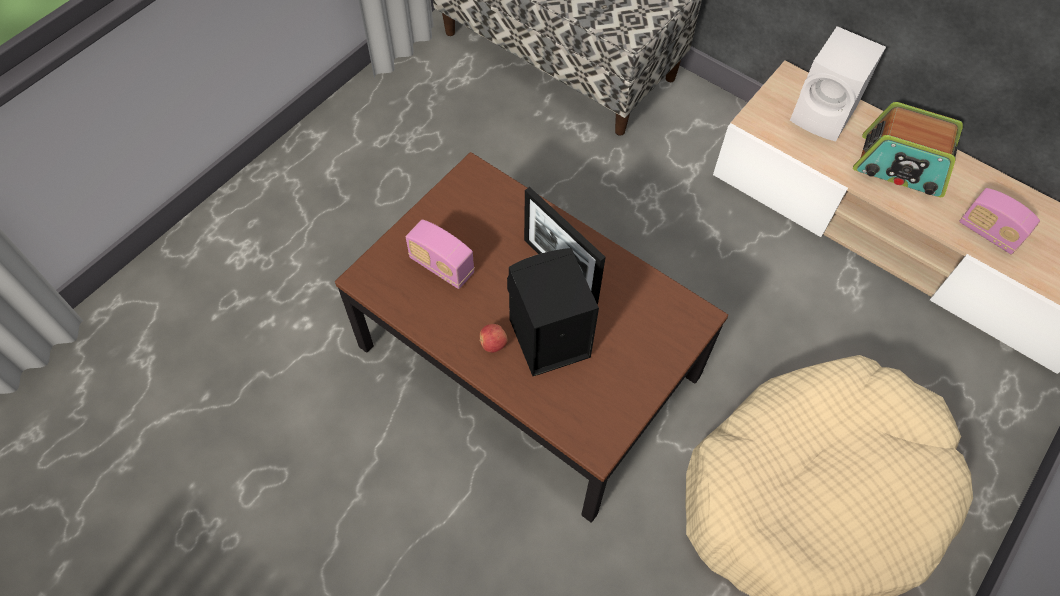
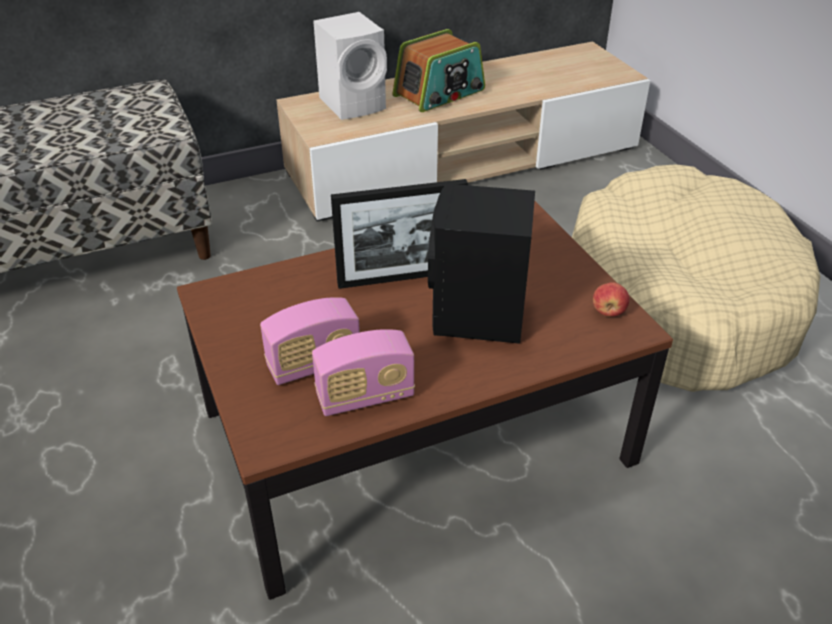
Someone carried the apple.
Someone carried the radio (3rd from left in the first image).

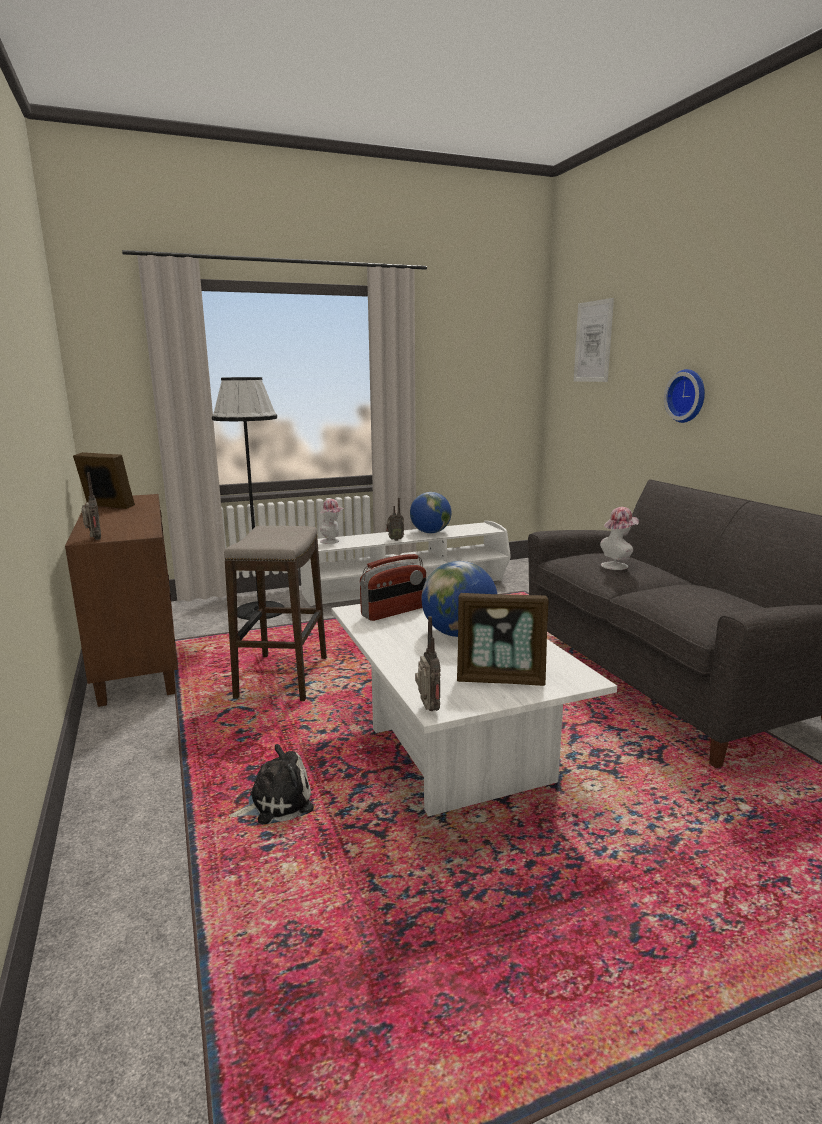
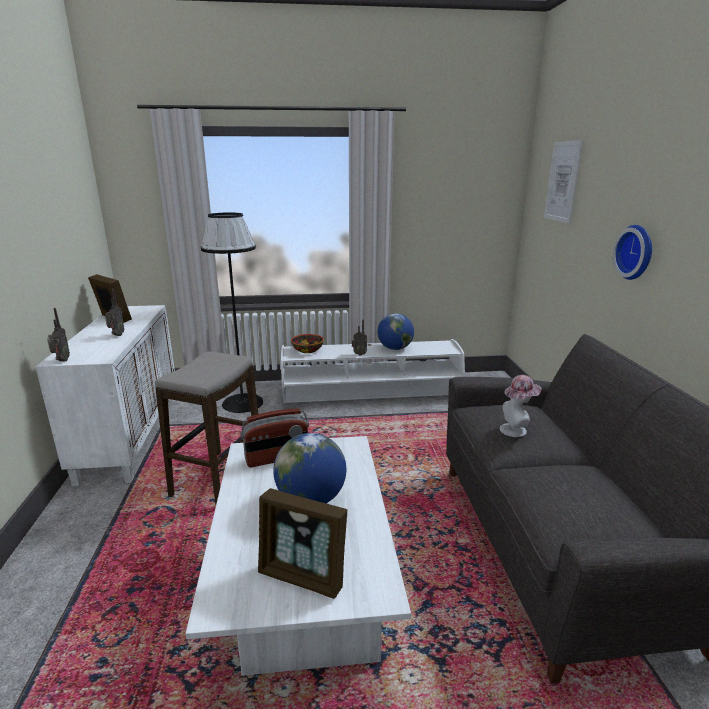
Someone repainted the brown cabinet, which became the white cabinet.
Someone took away the plush toy.
Someone swapped the hat (1st from left) for the bowl.
Someone carried the radio (4th from left in the first image).

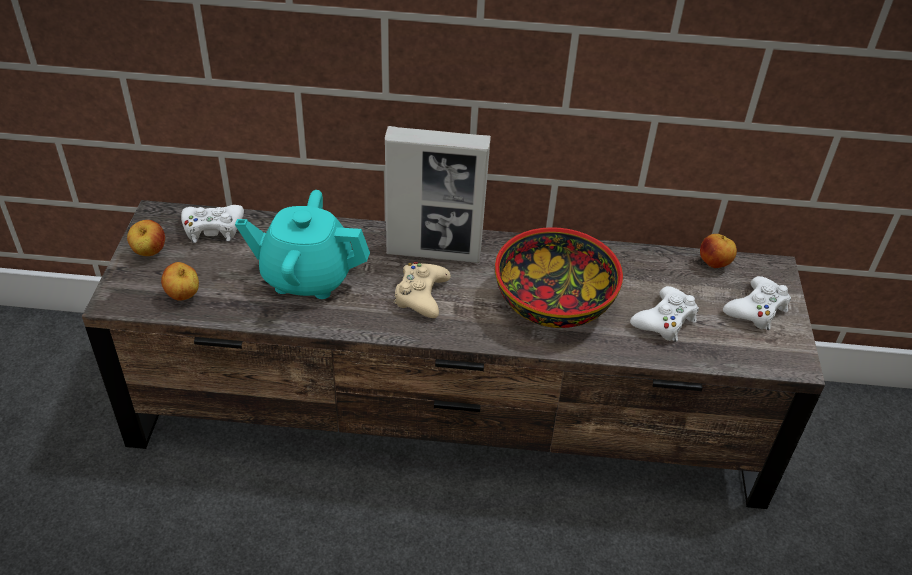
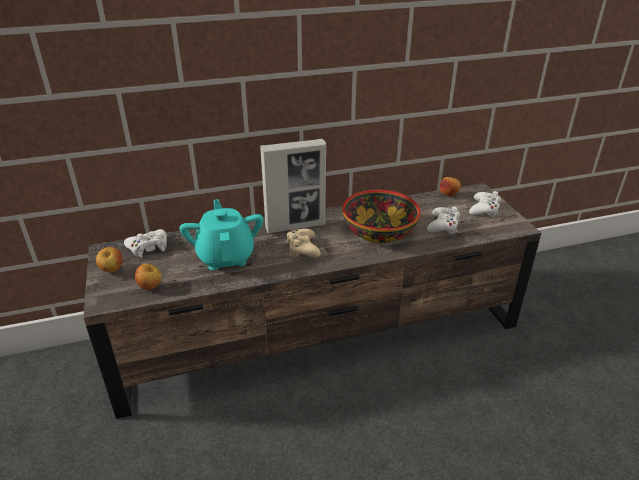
Someone rotated the turquoise teapot by 90 degrees clockwise.

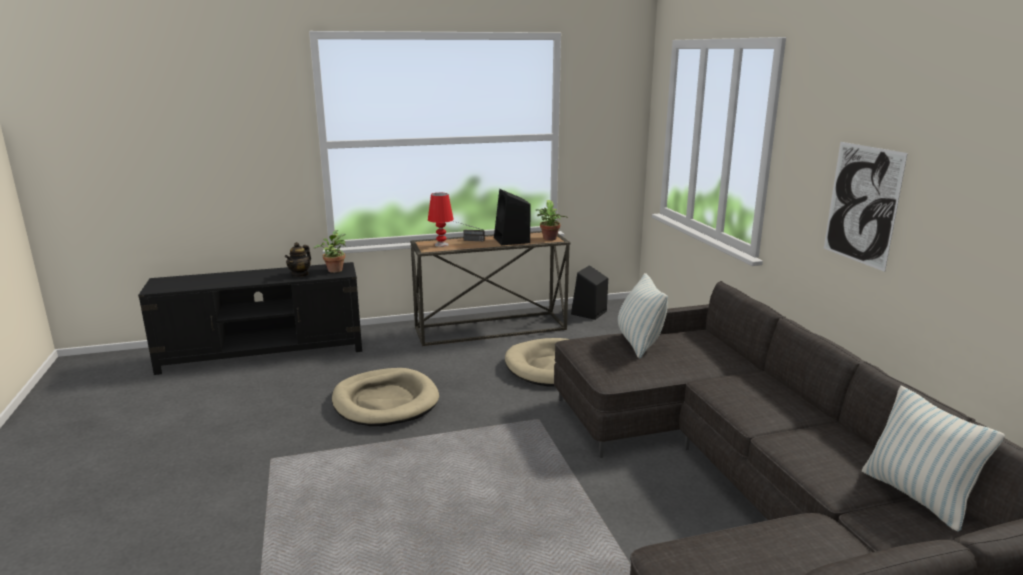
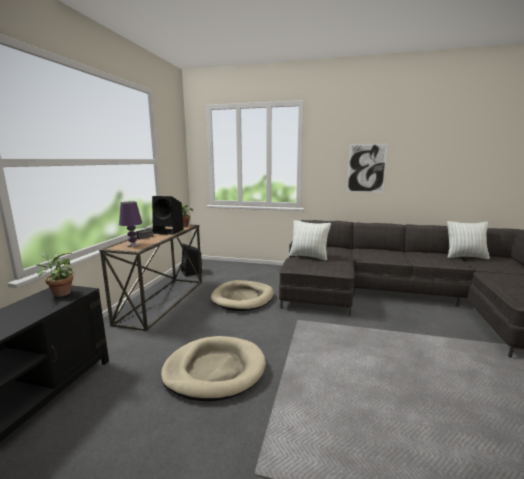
Someone took away the teapot.
Someone repainted the red table lamp, which became the purple table lamp.

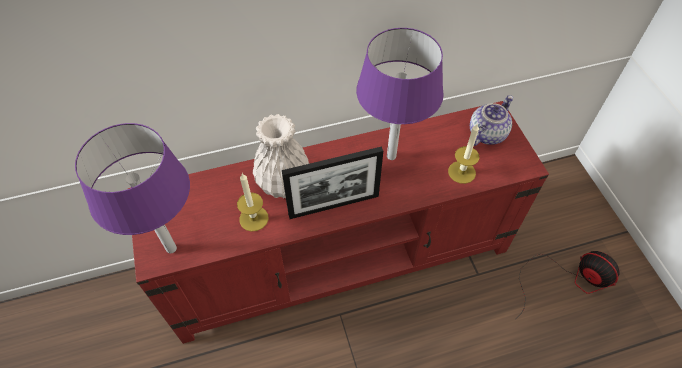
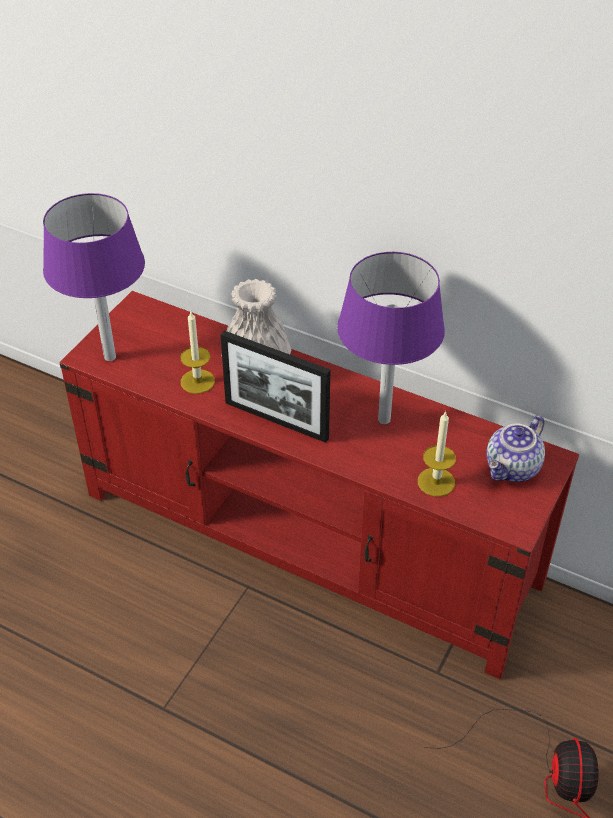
Someone rotated the teapot by 135 degrees clockwise.

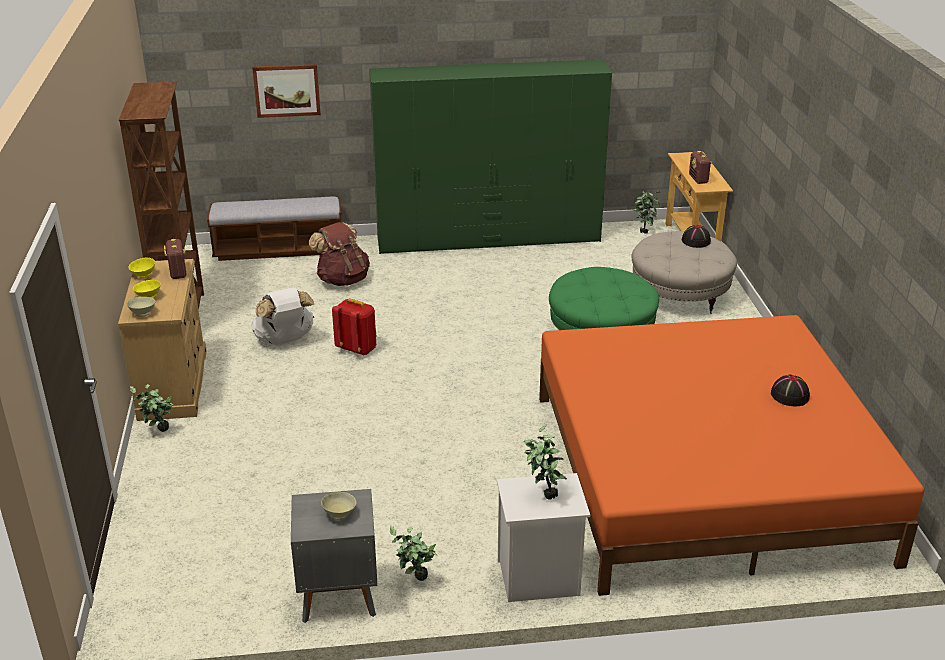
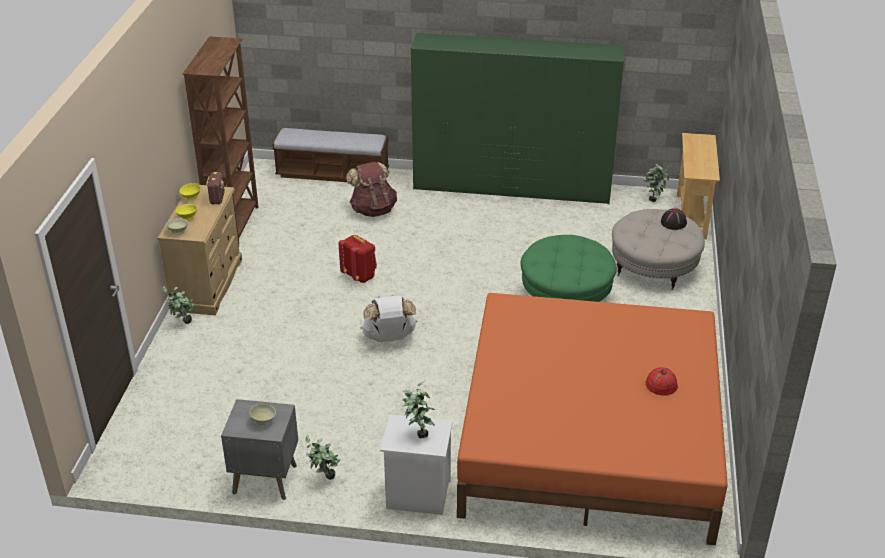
Someone carried the white backpack.
Someone took away the picture.
Someone took away the radio (2nd from left).
Someone repainted the black hat (2nd from left), which became the red hat.

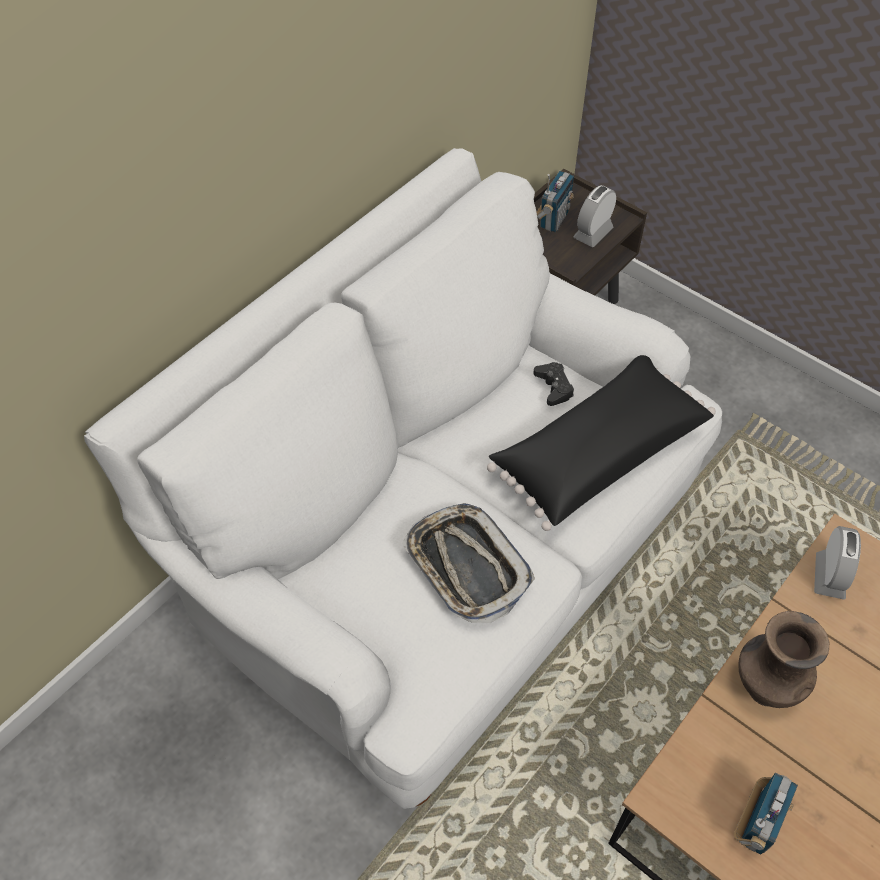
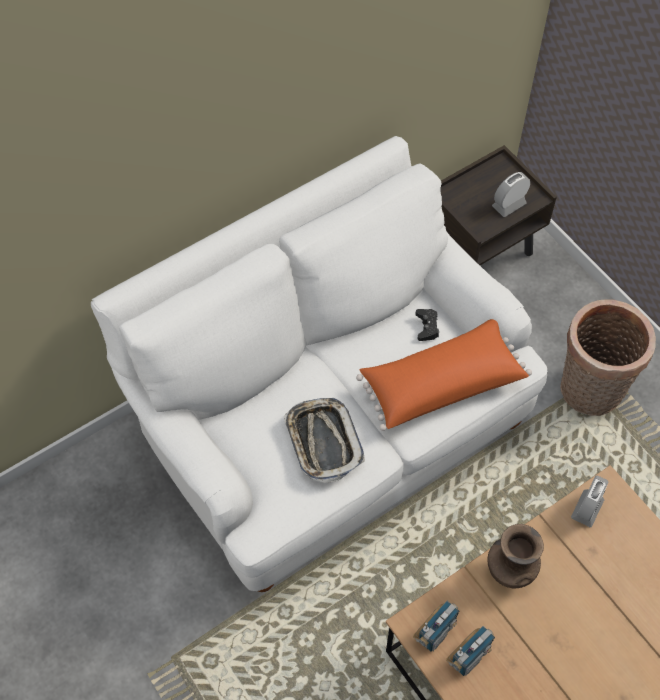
Someone repainted the black pillow, which became the orange pillow.
Someone carried the radio (1st from left).
Someone put down the basket.

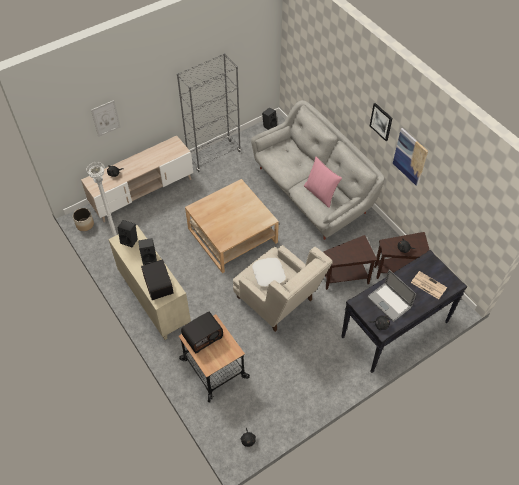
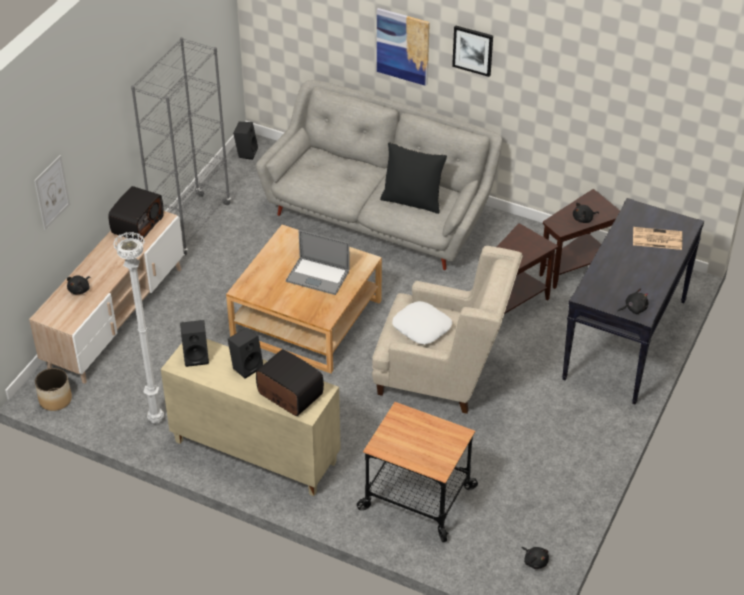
Someone carried the radio (2nd from left in the first image).
Someone repainted the pink pillow, which became the black pillow.
Someone carried the laptop.
Someone carried the picture (3rd from left in the first image).

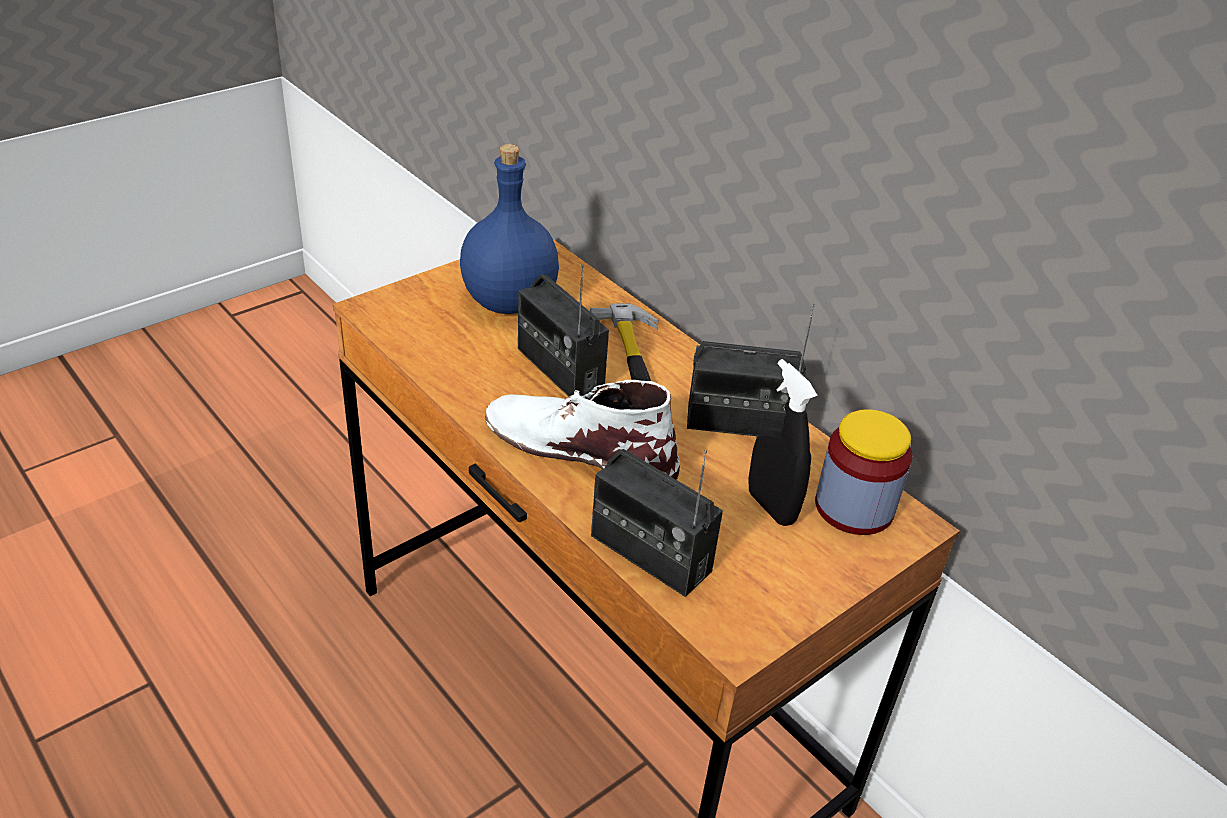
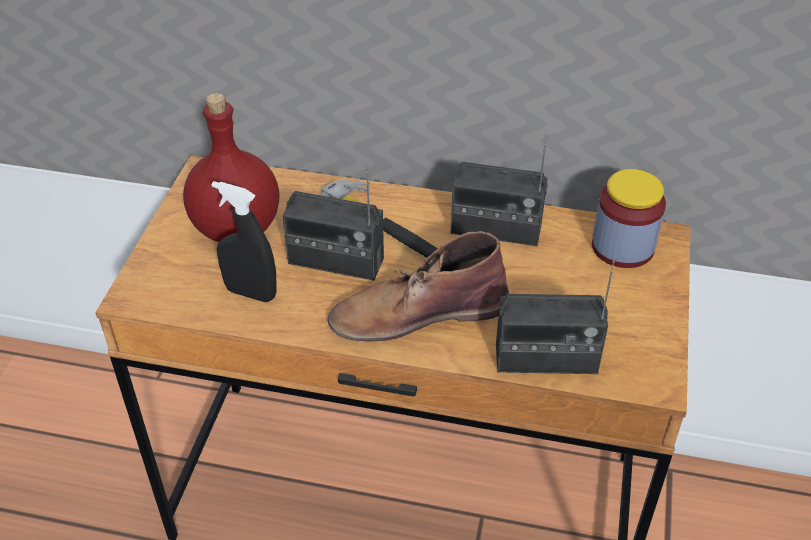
Someone repainted the blue bottle, which became the red bottle.
Someone repainted the white boot, which became the brown boot.
Someone rotated the radio (3rd from left in the first image) by 45 degrees clockwise.
Someone carried the black spray bottle.

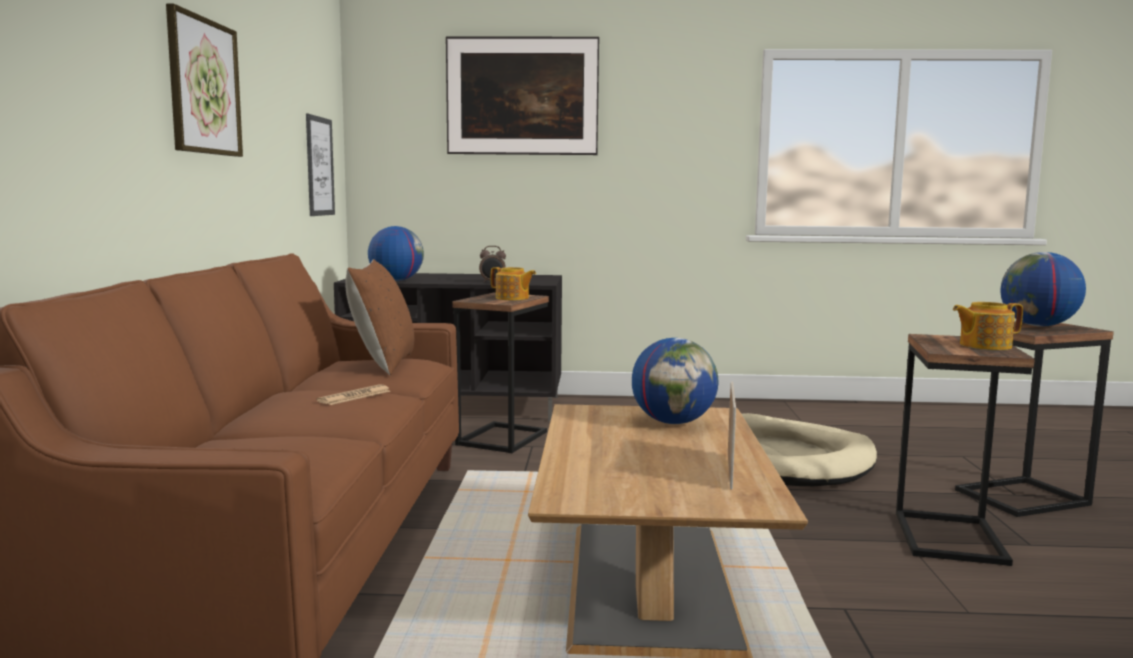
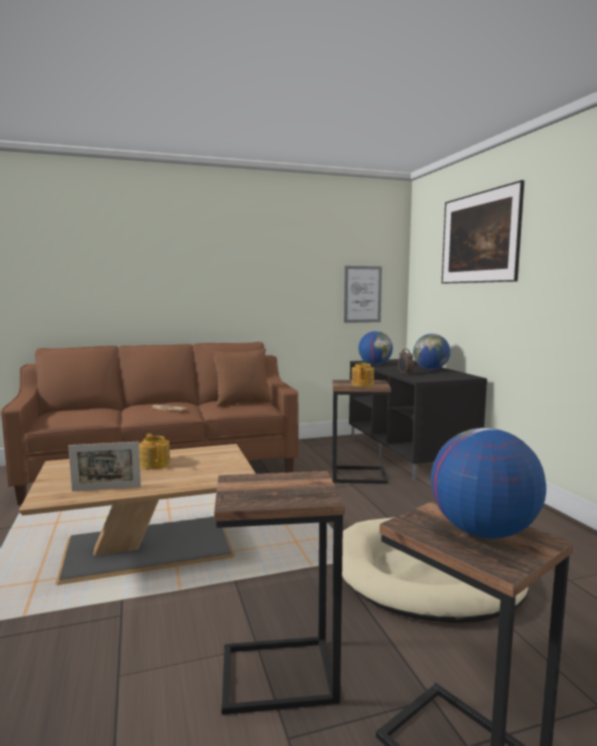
Someone took away the picture (1st from left).
Someone carried the globe (2nd from left).
Someone carried the teapot (2nd from left in the first image).

